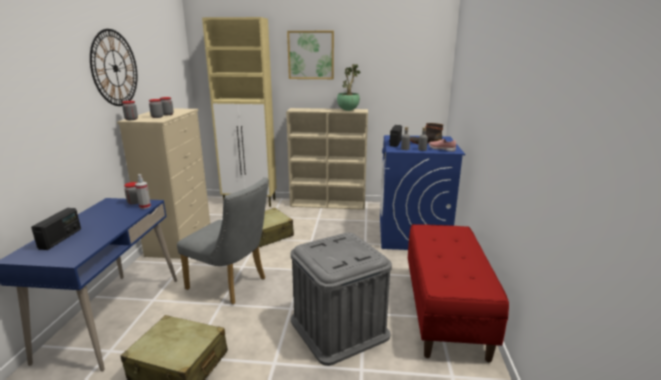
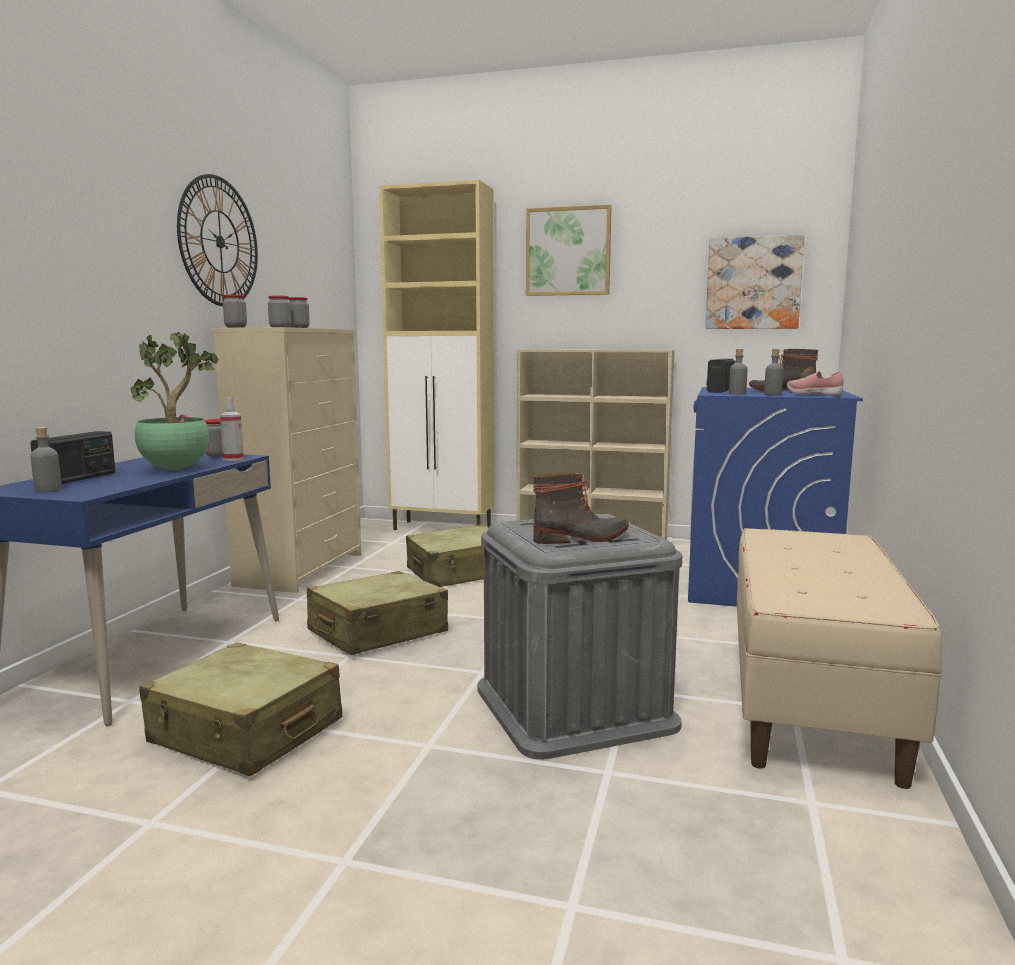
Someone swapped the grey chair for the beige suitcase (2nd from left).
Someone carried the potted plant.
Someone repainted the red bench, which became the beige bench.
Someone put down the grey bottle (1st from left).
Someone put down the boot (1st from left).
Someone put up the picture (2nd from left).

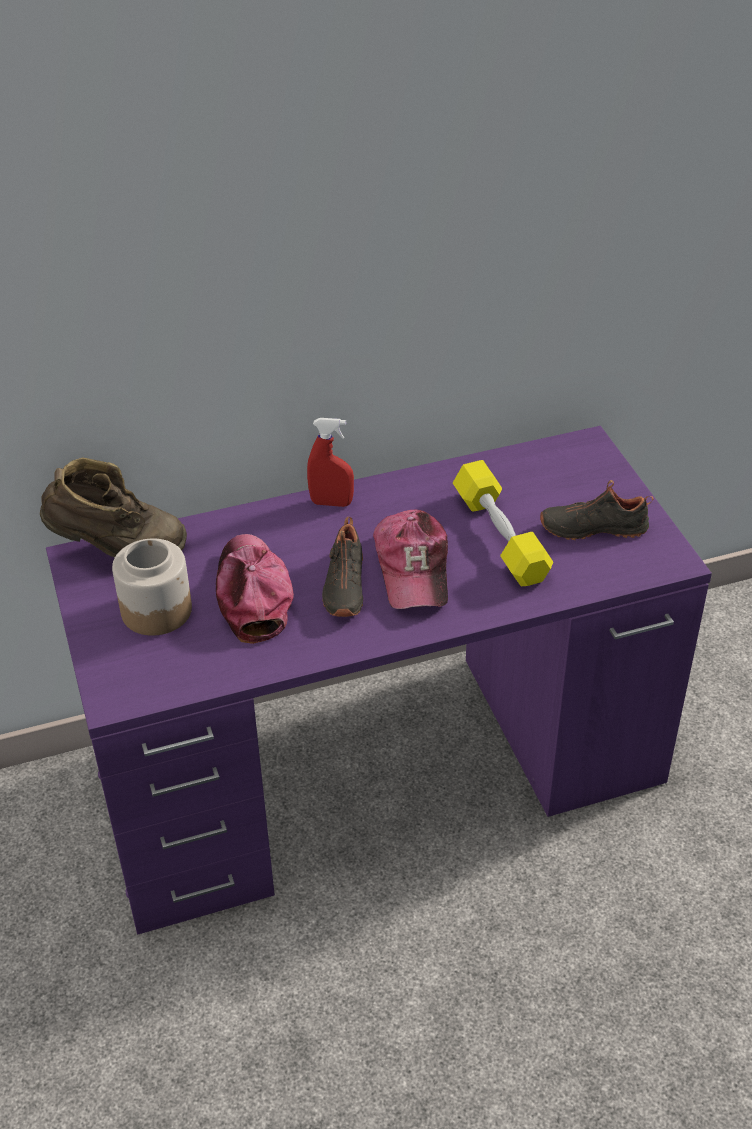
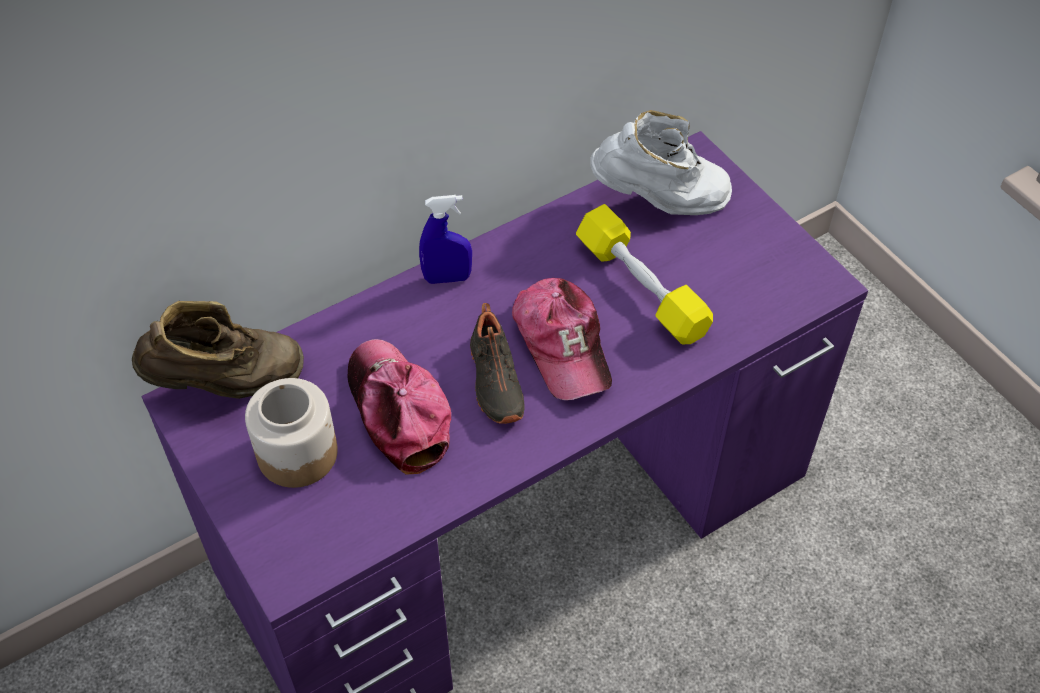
Someone repainted the red spray bottle, which became the blue spray bottle.
Someone took away the black shoe (2nd from left).
Someone put down the white boot.

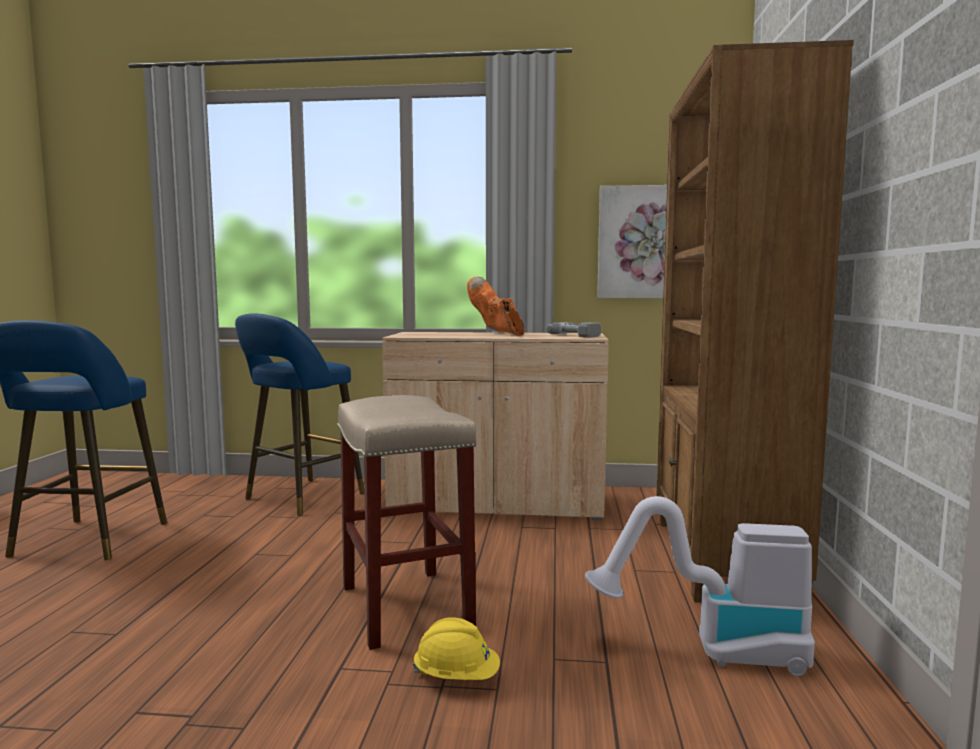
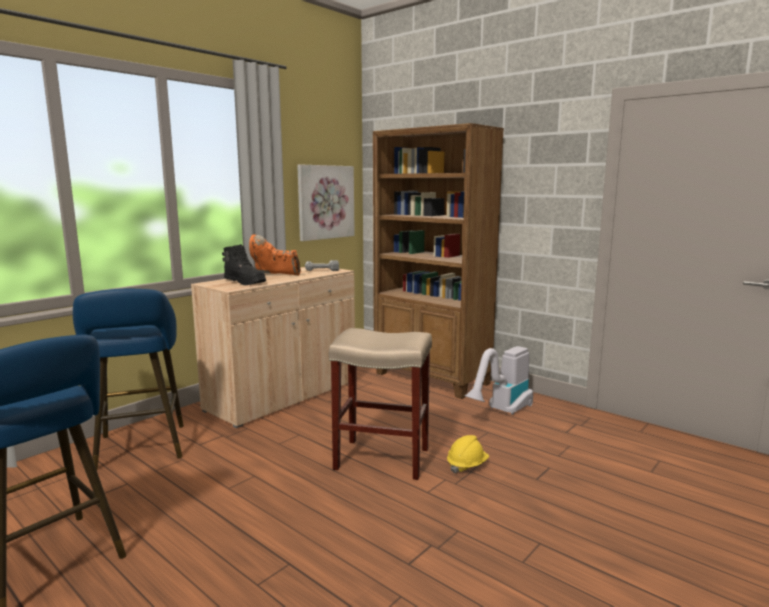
Someone put down the black boot.

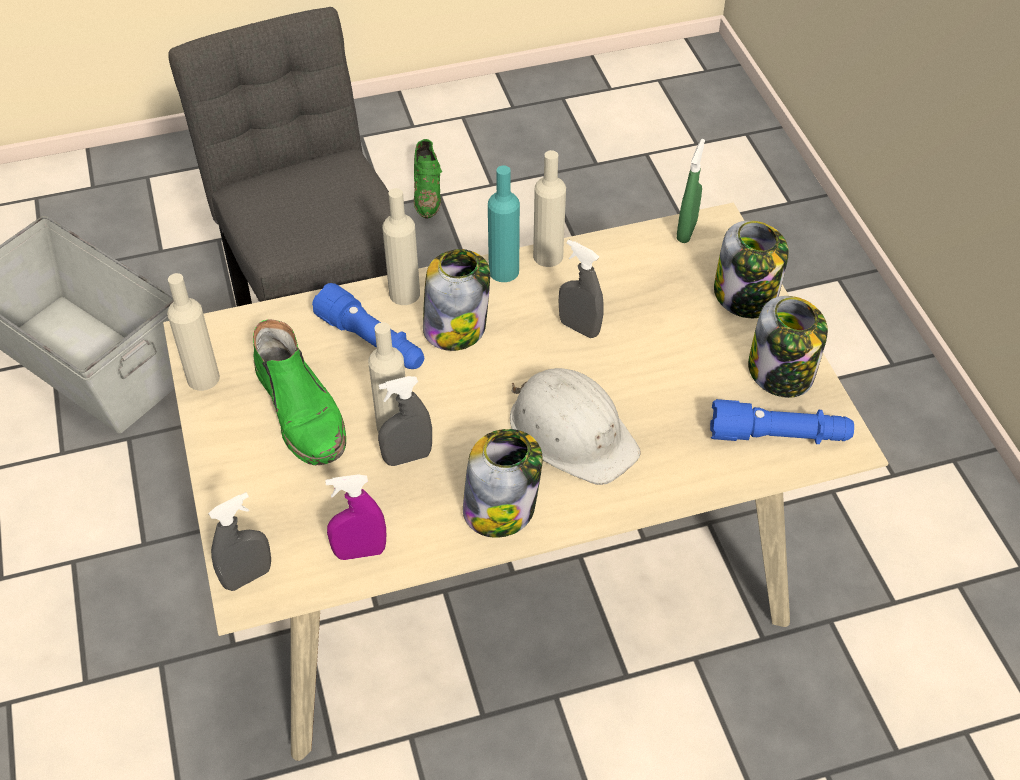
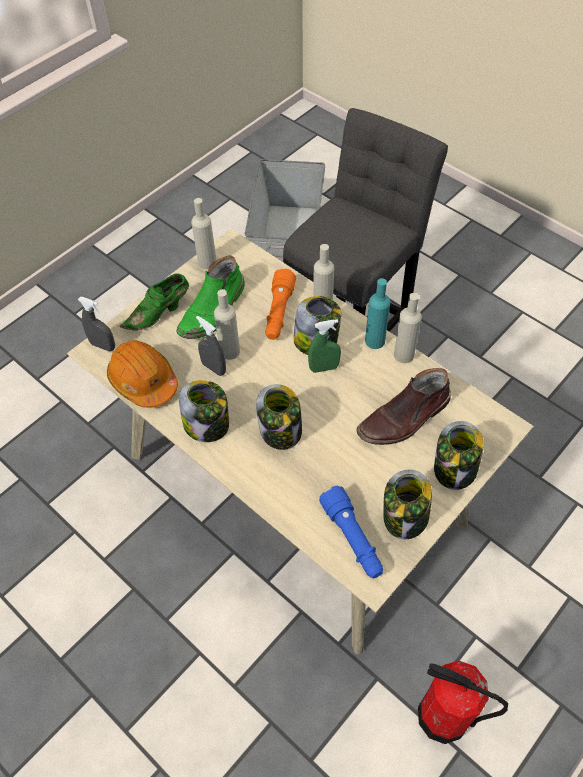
Someone repainted the blue flashlight (1st from left), which became the orange flashlight.
Someone swapped the purple spray bottle for the orange hard hat.
Someone carried the green shoe.
Someone swapped the white hard hat for the jar (2nd from left).
Someone took away the grey spray bottle (3rd from left).
Someone carried the green spray bottle.
Someone put down the brown boot.
Someone put down the fire extinguisher.

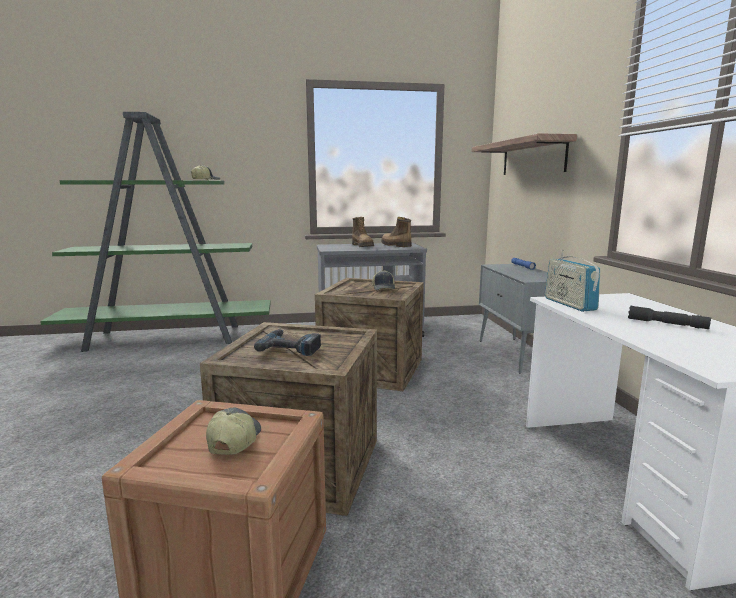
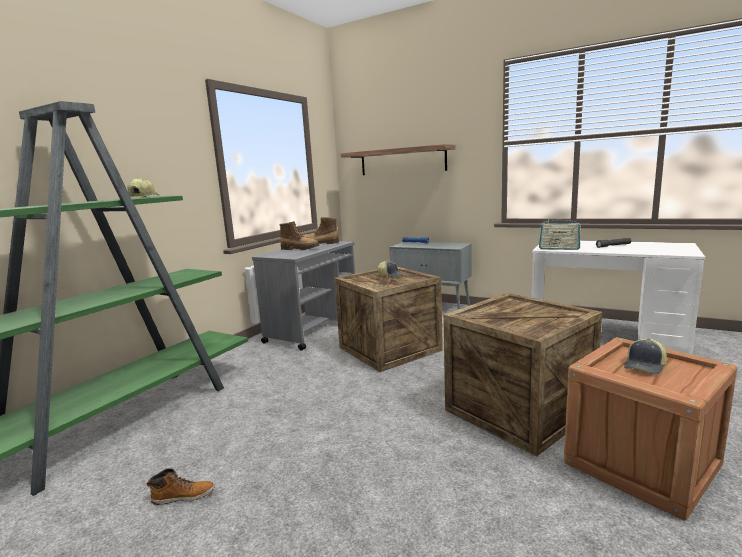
Someone rotated the cap (2nd from left in the first image) by 90 degrees counterclockwise.
Someone took away the power drill.
Someone put down the boot (1st from left).

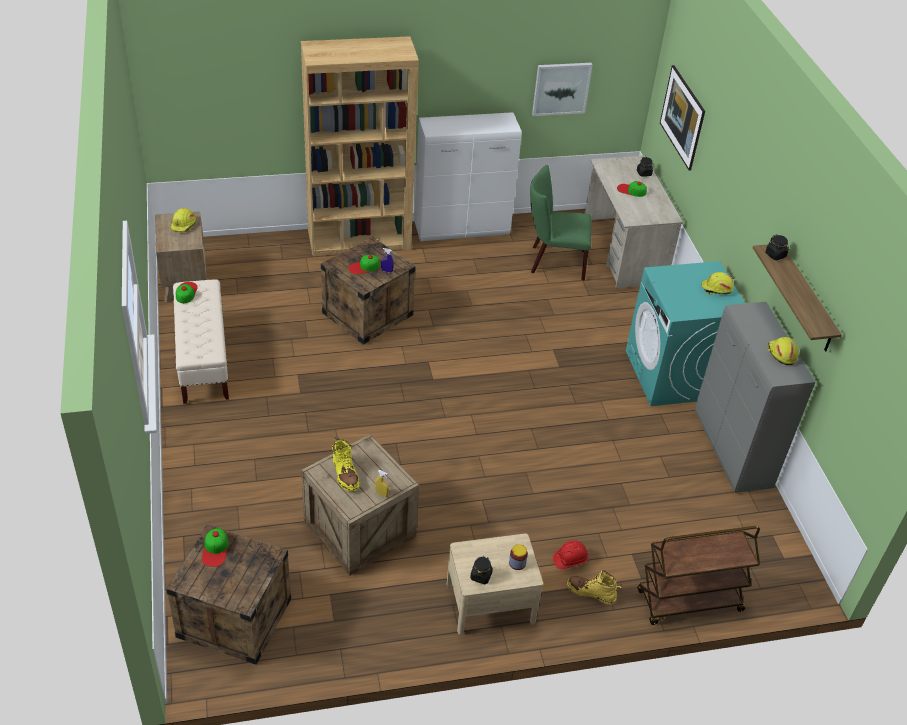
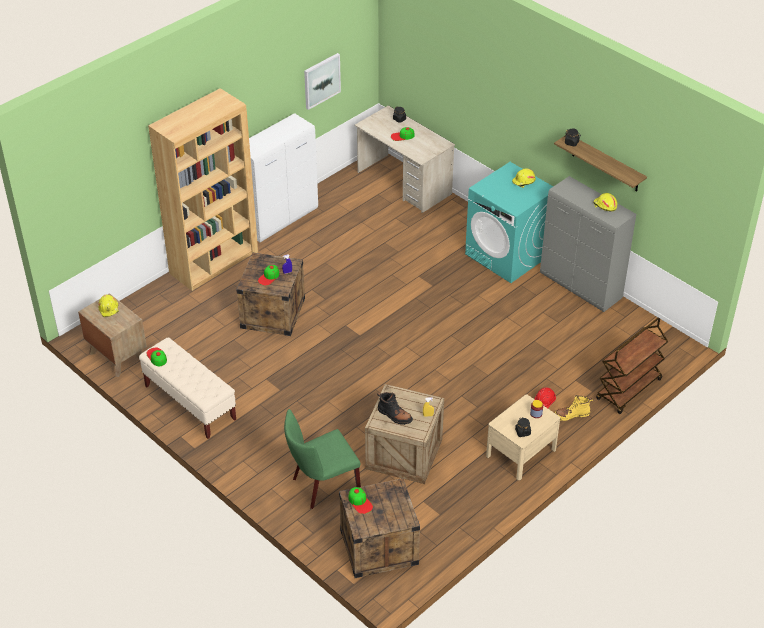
Someone repainted the yellow boot (1st from left), which became the black boot.
Someone carried the green chair.
Someone took away the picture (2nd from left).

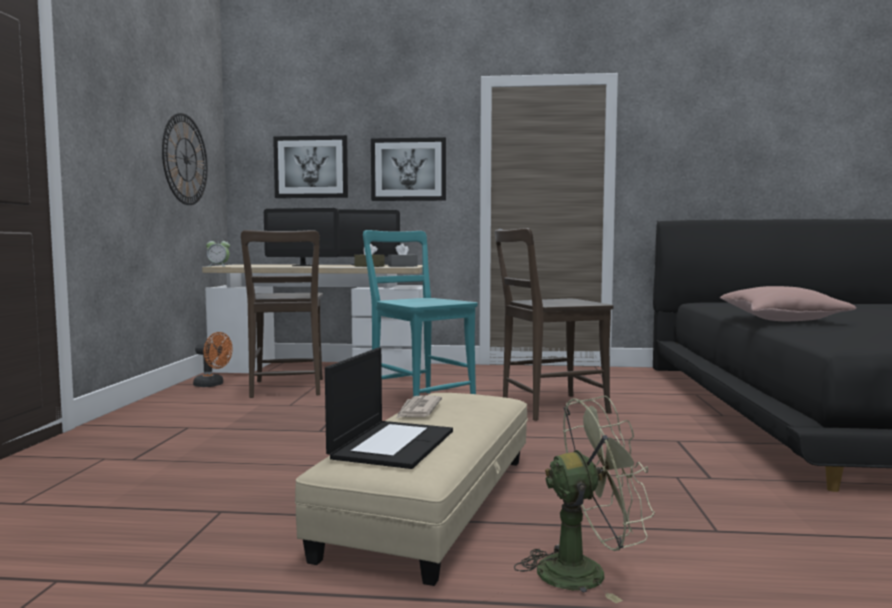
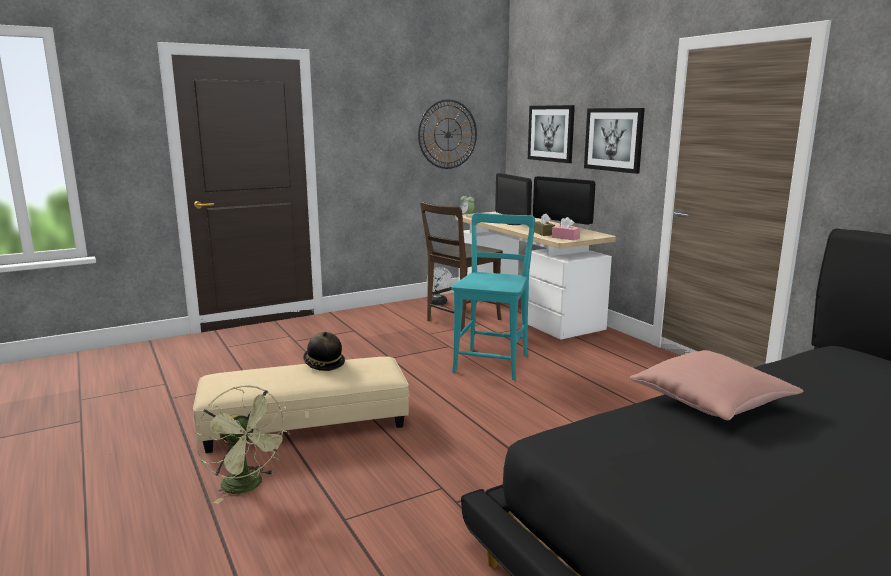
Someone repainted the orange fan, which became the white fan.
Someone took away the laptop.
Someone repainted the grey tissue box, which became the pink tissue box.
Someone swapped the newspaper for the hat.
Someone took away the brown chair (2nd from left).

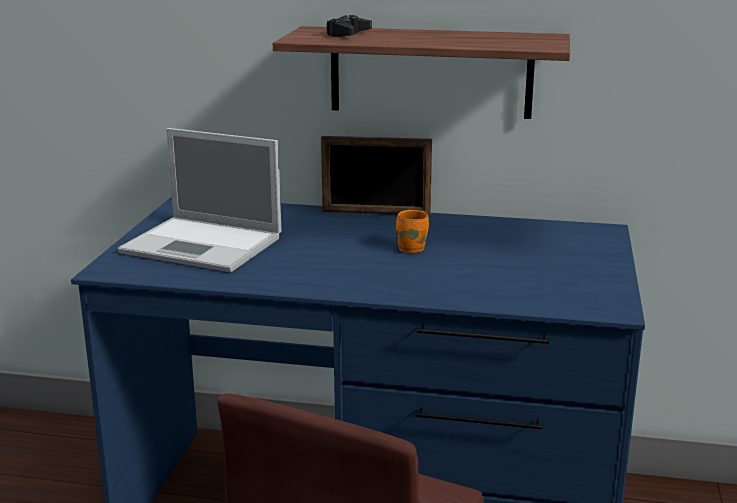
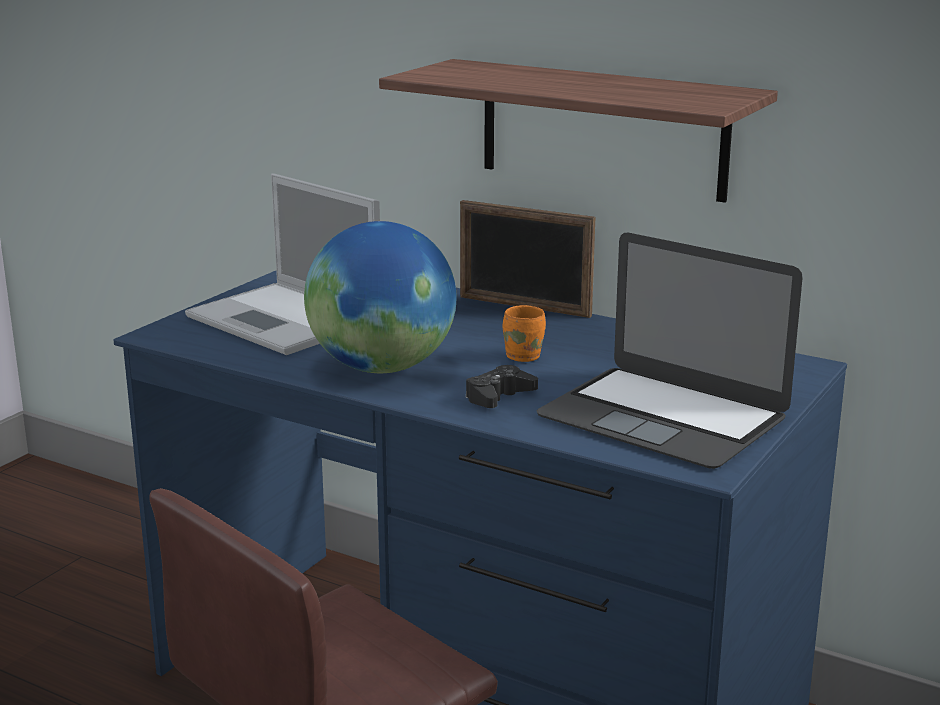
Someone carried the black game controller.
Someone put down the globe.
Someone put down the laptop (2nd from left).

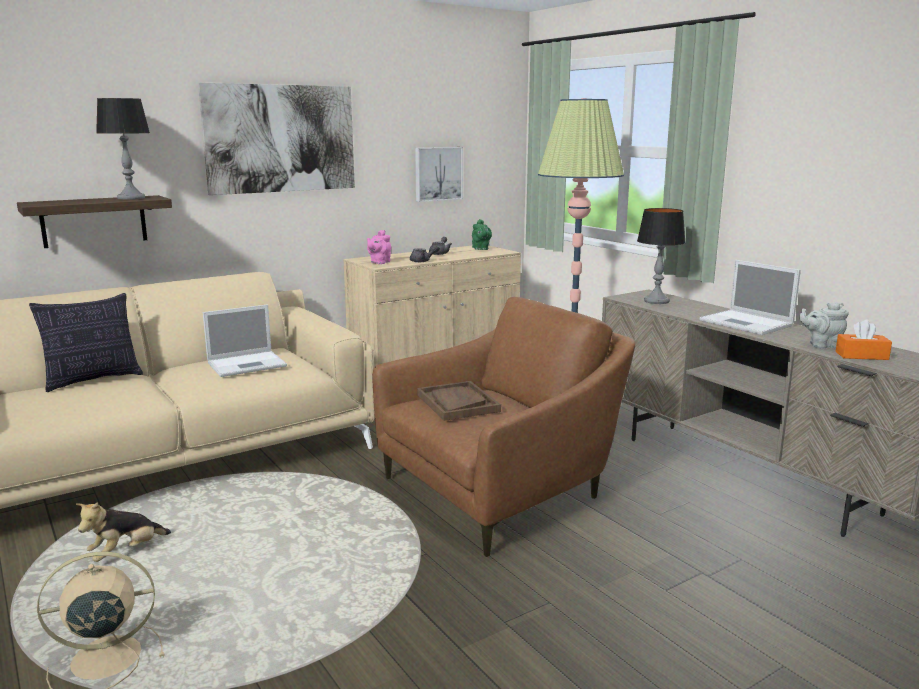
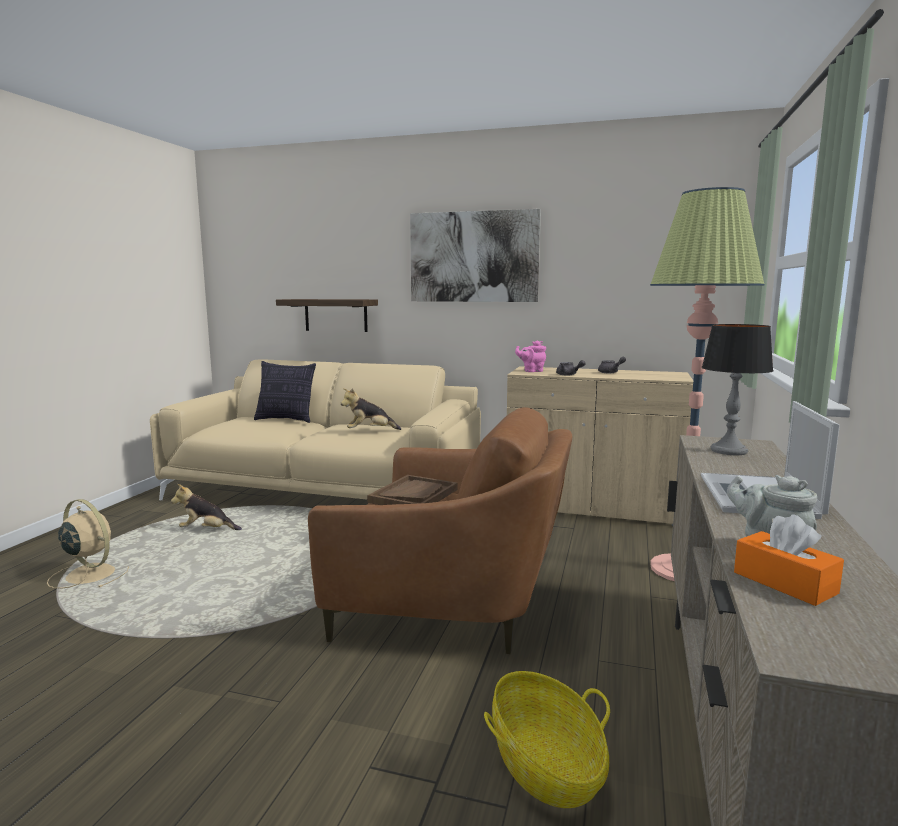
Someone took away the table lamp (1st from left).
Someone swapped the laptop (1st from left) for the plush toy (2nd from left).
Someone took away the picture (2nd from left).
Someone took away the green teapot.
Someone put down the basket.

